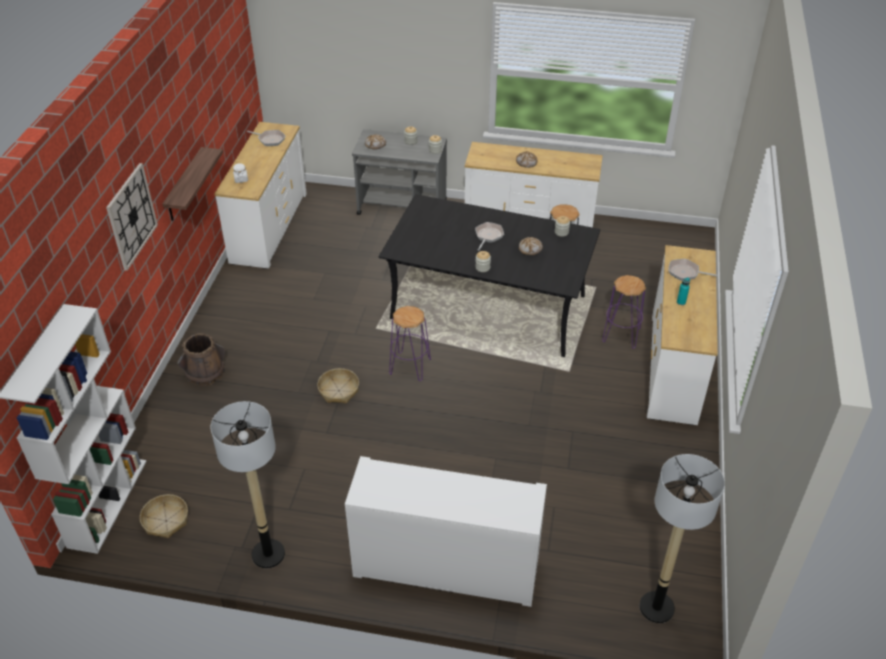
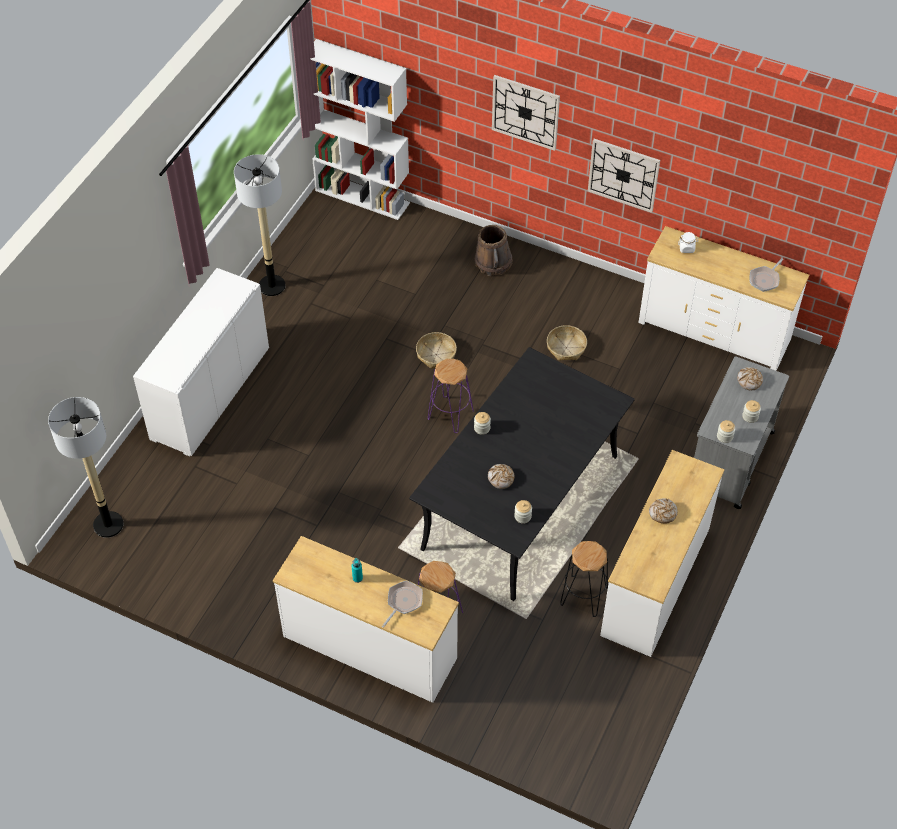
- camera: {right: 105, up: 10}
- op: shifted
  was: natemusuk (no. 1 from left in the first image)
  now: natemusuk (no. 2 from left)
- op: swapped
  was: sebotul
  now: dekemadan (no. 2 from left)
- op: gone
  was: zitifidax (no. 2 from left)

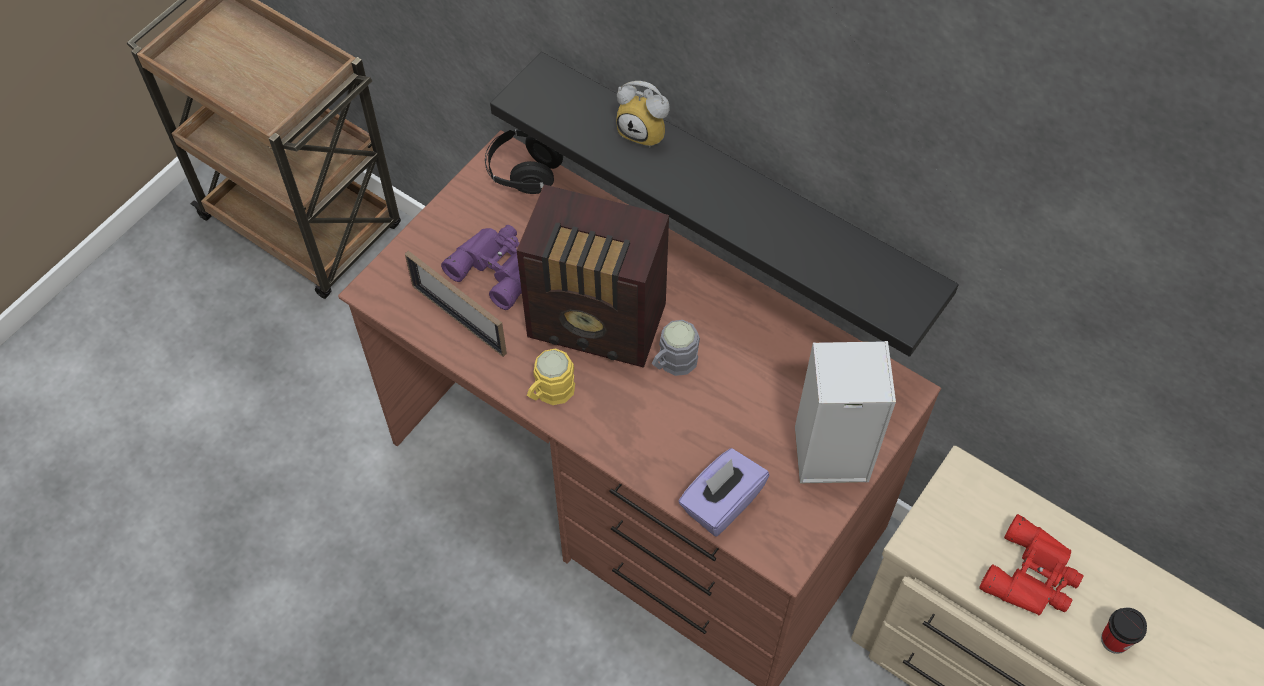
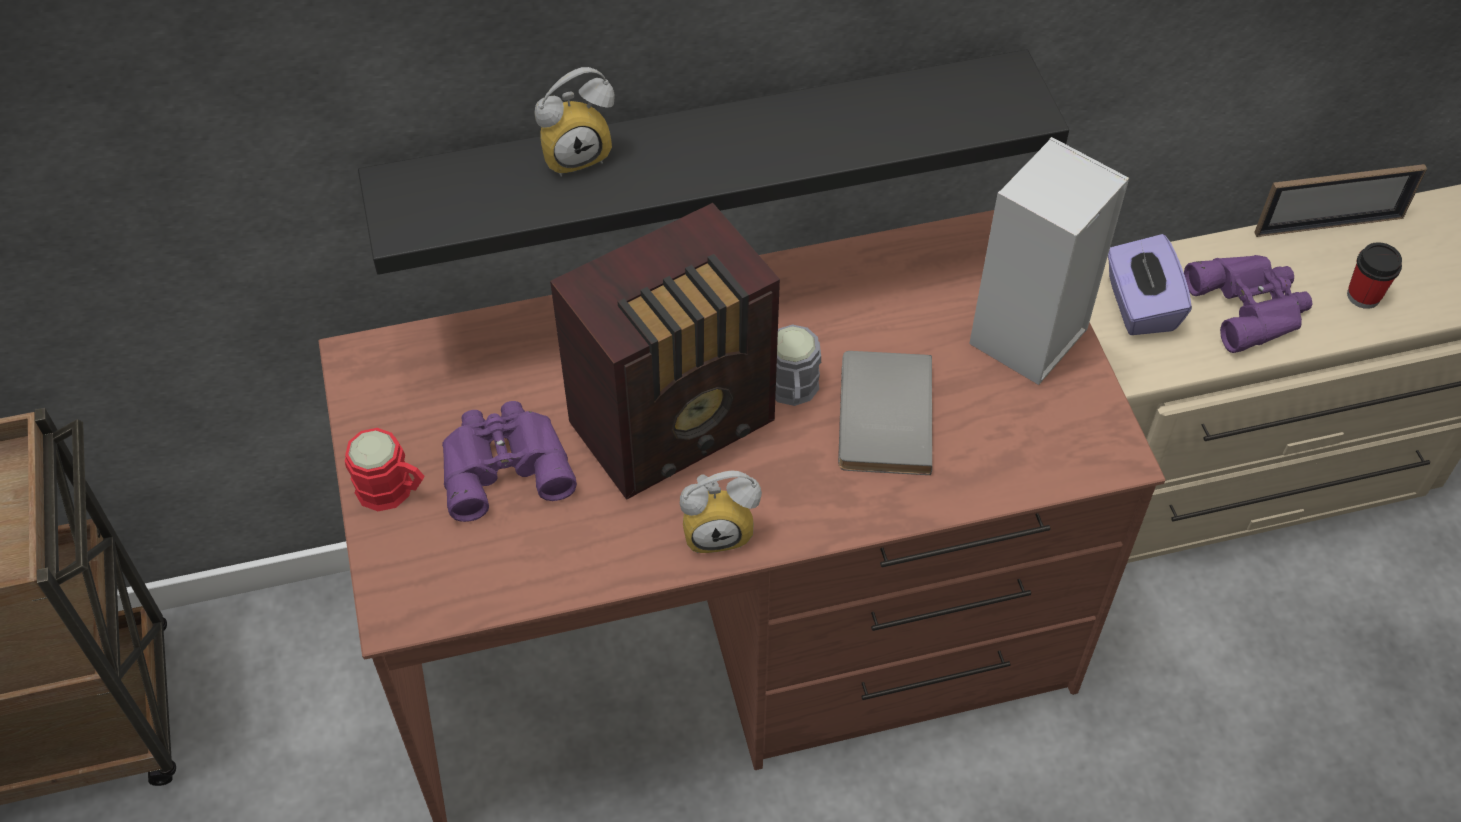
- camera: {right: -50, up: -5}
- op: new
  now: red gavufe
- op: swapped
  was: yellow gavufe
  now: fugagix (no. 2 from left)
- op: new
  now: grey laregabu
- op: shifted
  was: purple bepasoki
- op: repainted
  was: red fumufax
  now: purple fumufax (no. 2 from left)
- op: shifted
  was: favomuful
- op: gone
  was: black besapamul

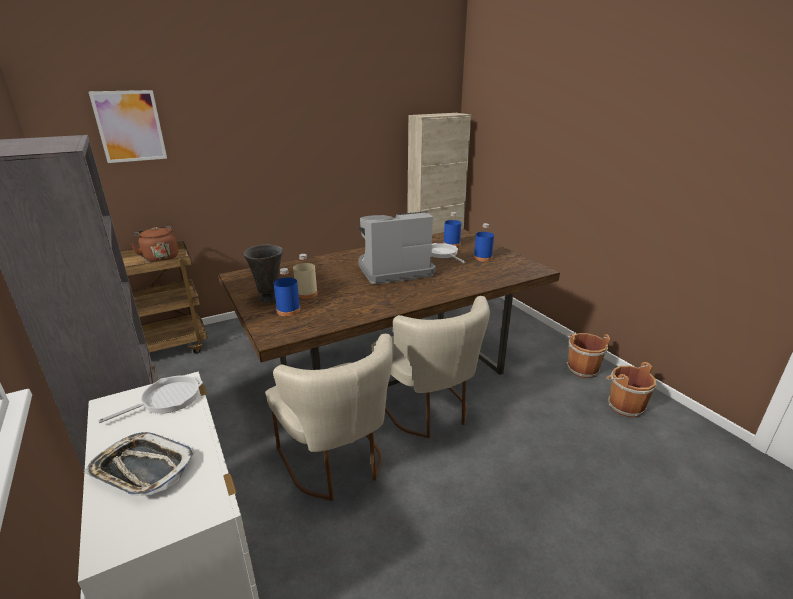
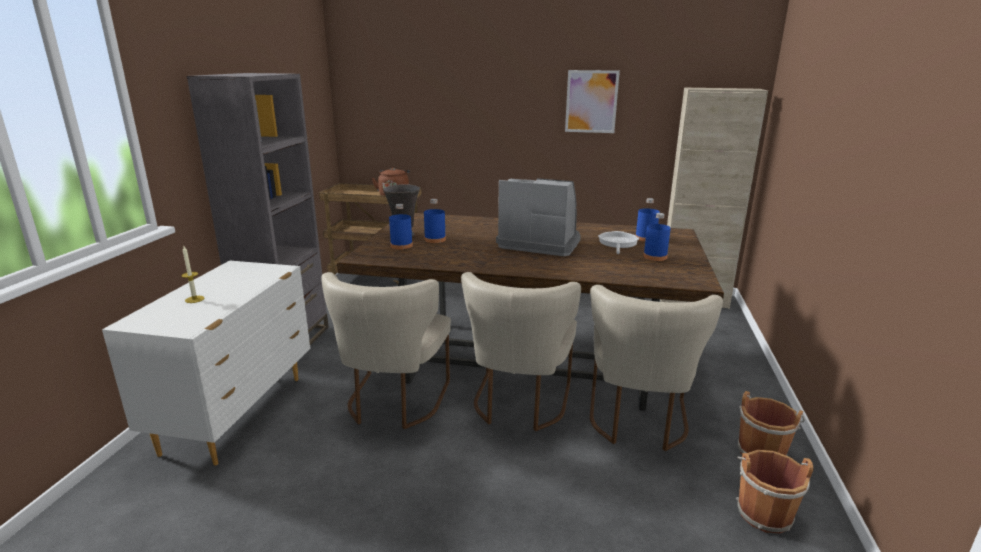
- camera: {right: 40, up: -5}
- op: swapped
  was: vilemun
  now: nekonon
- op: repainted
  was: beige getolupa
  now: blue getolupa (no. 2 from left)
- op: shifted
  was: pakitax
- op: new
  now: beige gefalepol (no. 3 from left)
- op: gone
  was: zitifidax (no. 1 from left)

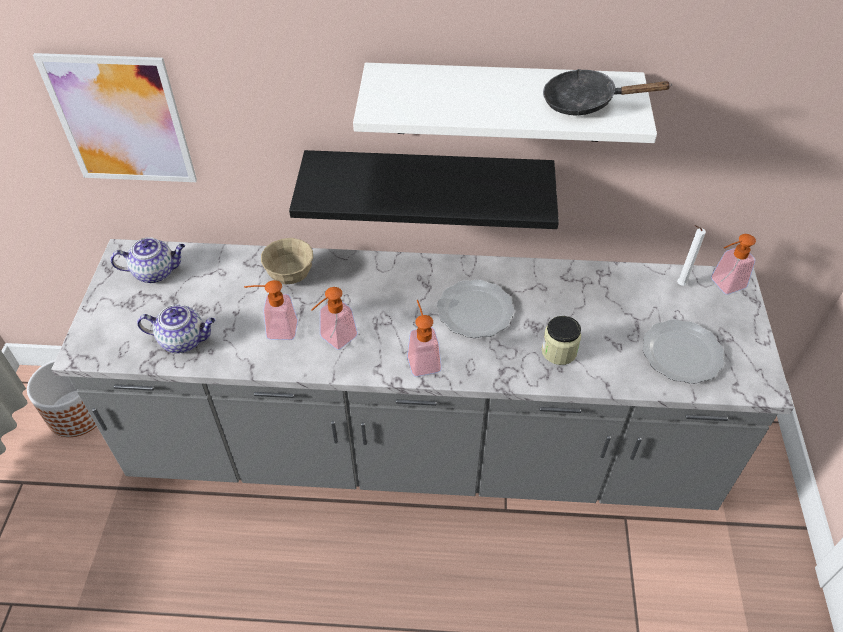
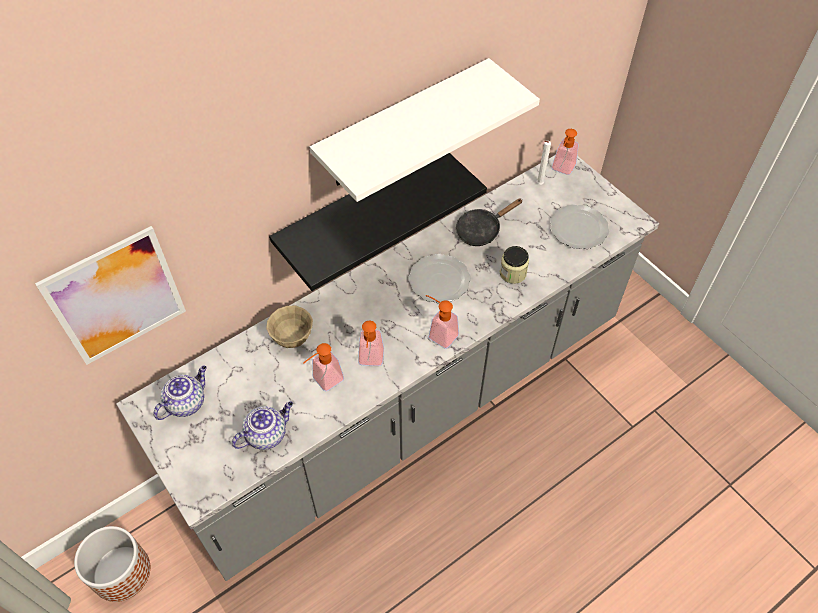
- camera: {right: -40, up: 5}
- op: shifted
  was: black zitifidax

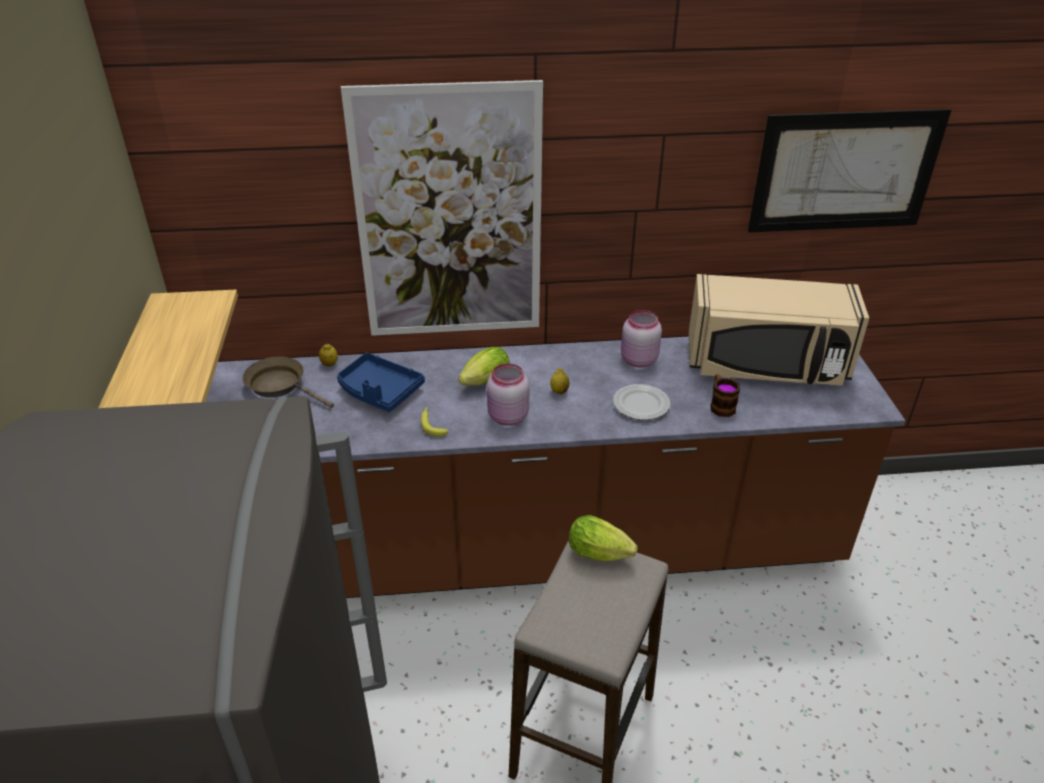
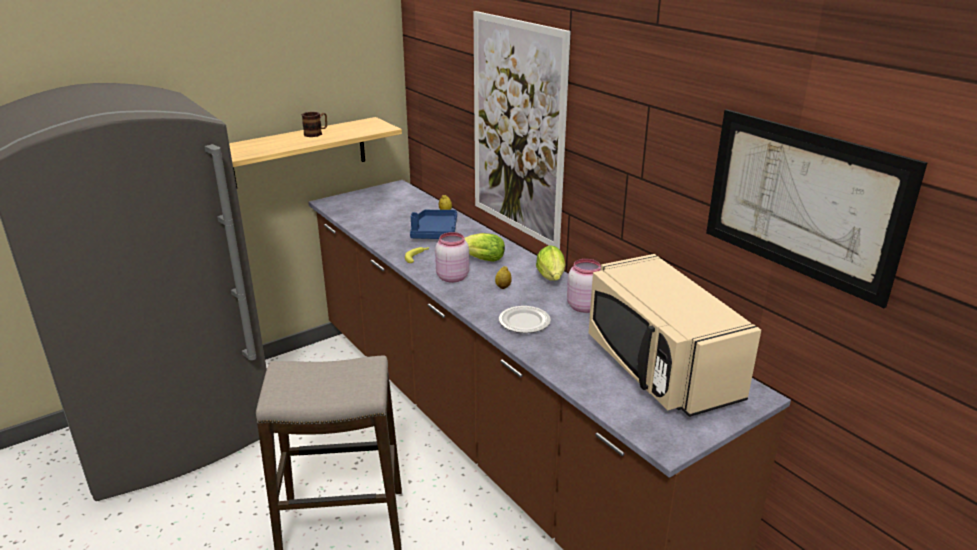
- camera: {right: 60, up: -10}
- op: shifted
  was: gavufe
- op: shifted
  was: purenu (no. 2 from left)
- op: gone
  was: brown zitifidax

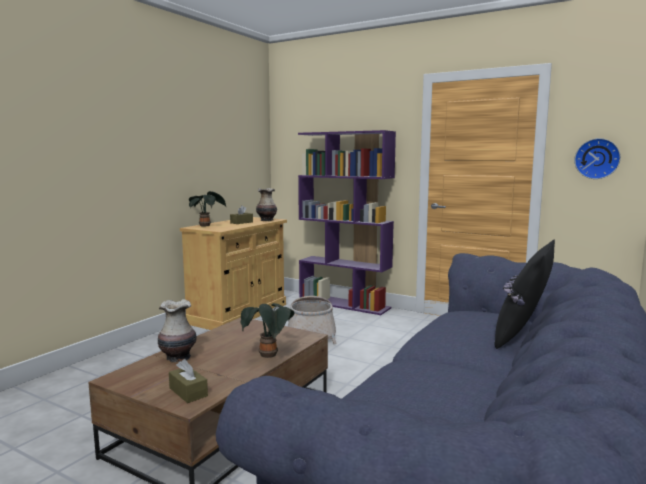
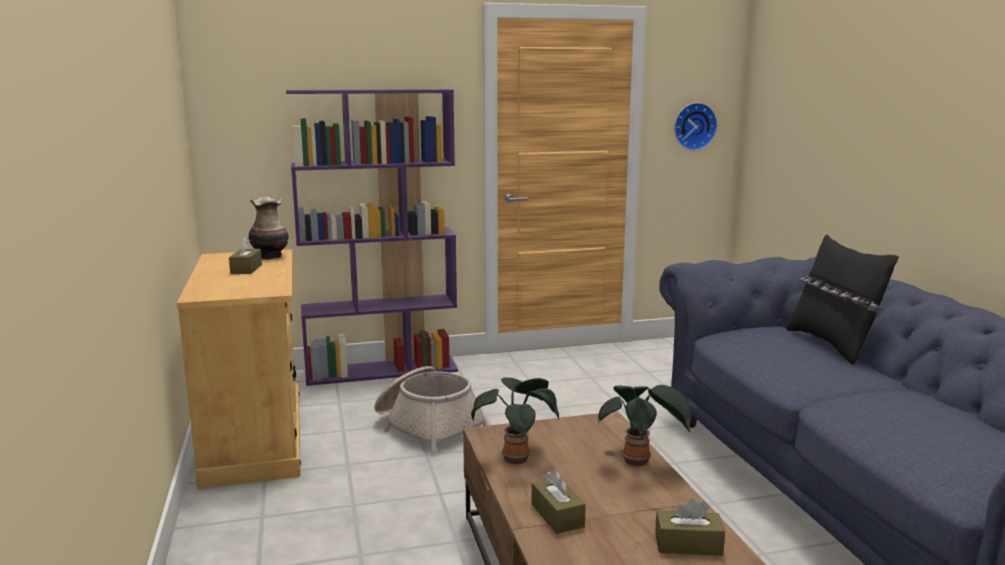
- camera: {right: -45, up: 5}
- op: shifted
  was: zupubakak (no. 1 from left)
- op: swapped
  was: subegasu (no. 1 from left)
  now: brown bepasoki (no. 2 from left)

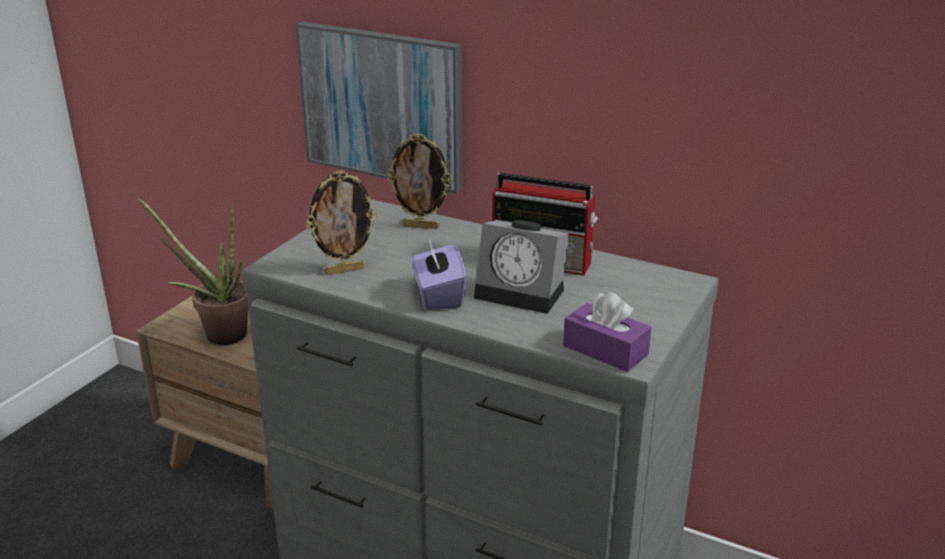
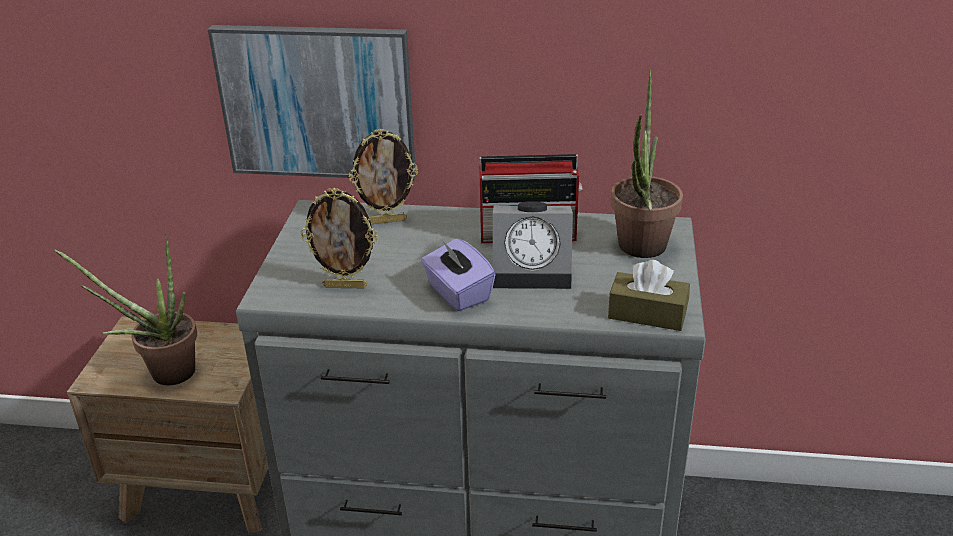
- camera: {right: -20, up: 5}
- op: rotated
  was: favomuful (no. 1 from left)
  clockwise: 45
- op: repainted
  was: purple bepasoki (no. 2 from left)
  now: brown bepasoki
- op: new
  now: zupubakak (no. 2 from left)

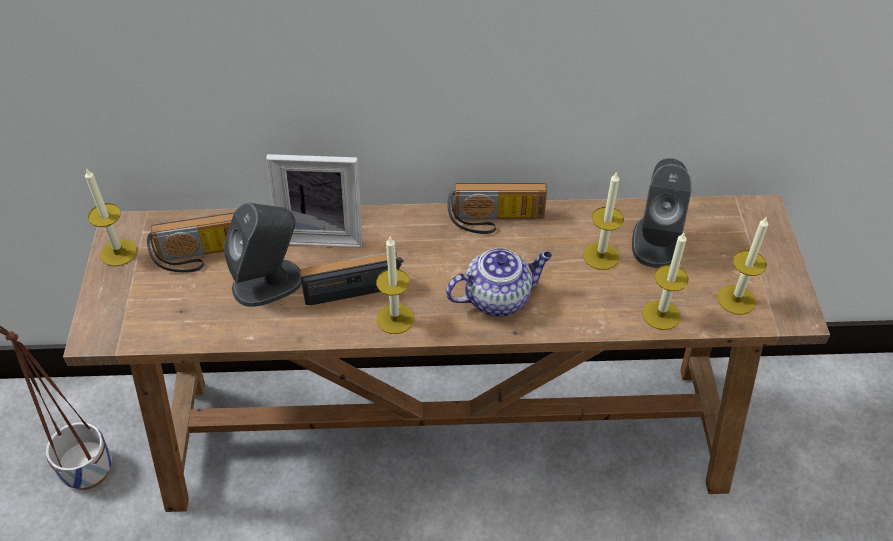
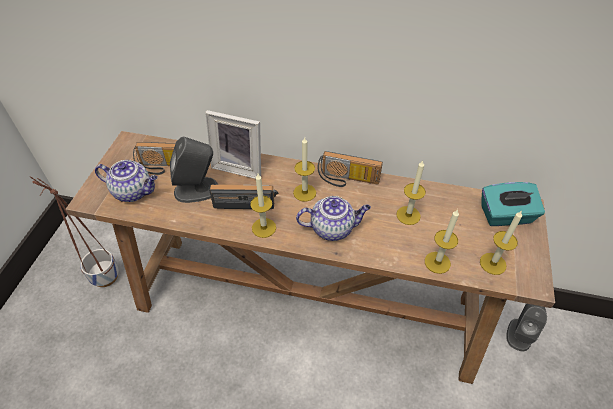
- camera: {right: 15, up: 0}
- op: new
  now: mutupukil (no. 1 from left)
- op: shifted
  was: nekonon (no. 1 from left in the first image)
  now: nekonon (no. 2 from left)
- op: new
  now: turquoise bepasoki
- op: shifted
  was: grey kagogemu (no. 2 from left)

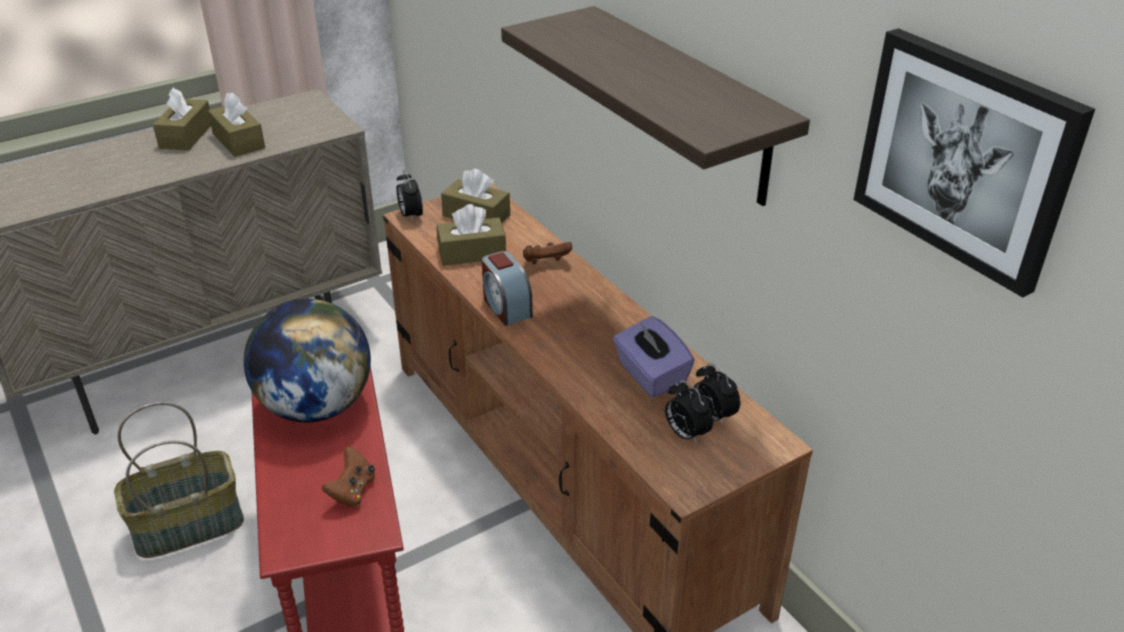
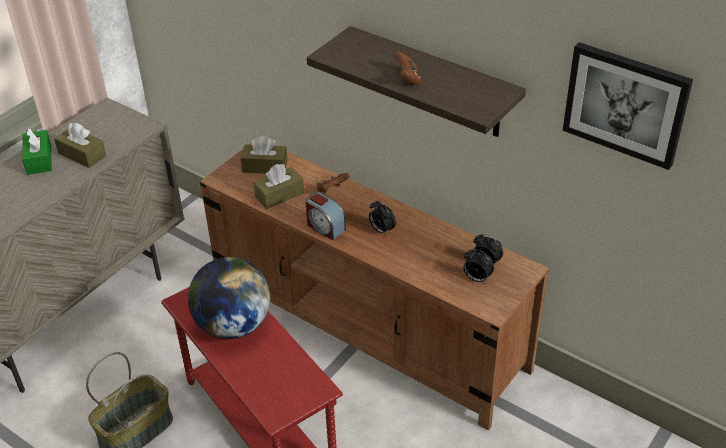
- camera: {right: -20, up: 5}
- op: repainted
  was: brown bepasoki (no. 1 from left)
  now: green bepasoki
- op: shifted
  was: fugagix (no. 1 from left in the first image)
  now: fugagix (no. 2 from left)
- op: shifted
  was: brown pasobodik (no. 1 from left in the first image)
  now: brown pasobodik (no. 2 from left)
- op: gone
  was: purple bepasoki

